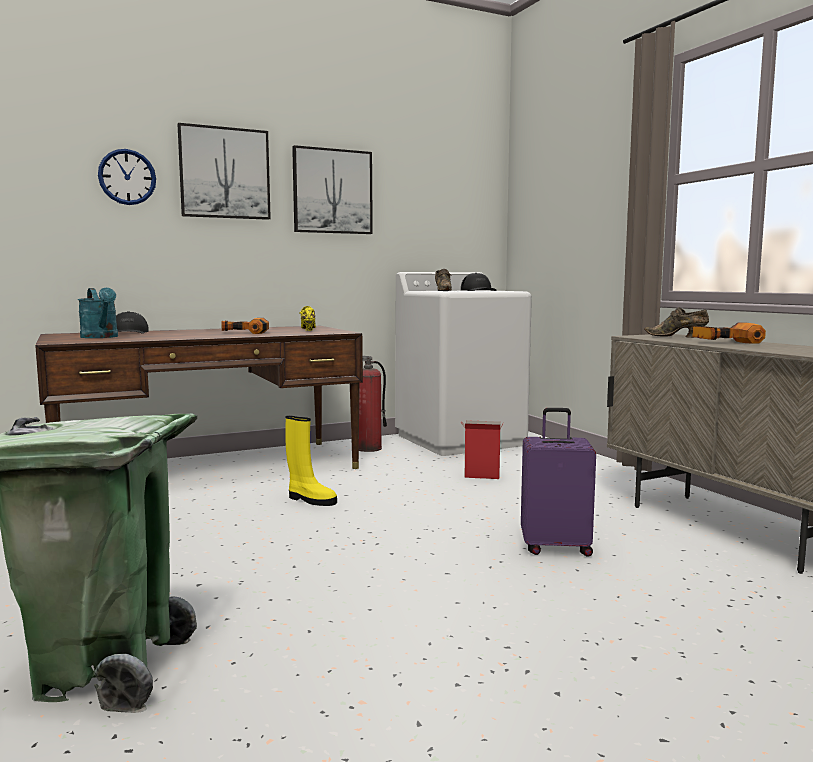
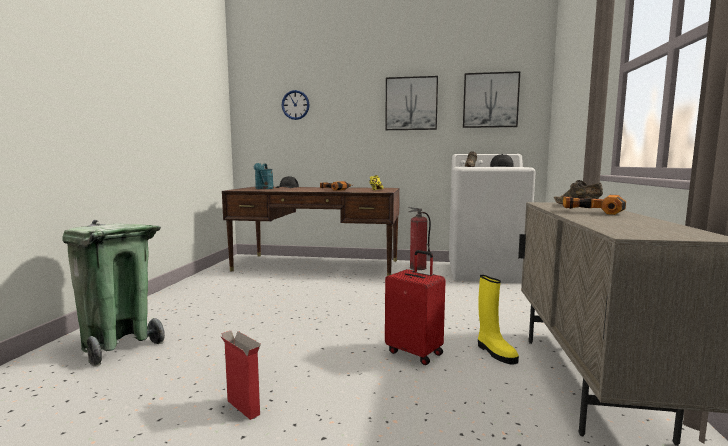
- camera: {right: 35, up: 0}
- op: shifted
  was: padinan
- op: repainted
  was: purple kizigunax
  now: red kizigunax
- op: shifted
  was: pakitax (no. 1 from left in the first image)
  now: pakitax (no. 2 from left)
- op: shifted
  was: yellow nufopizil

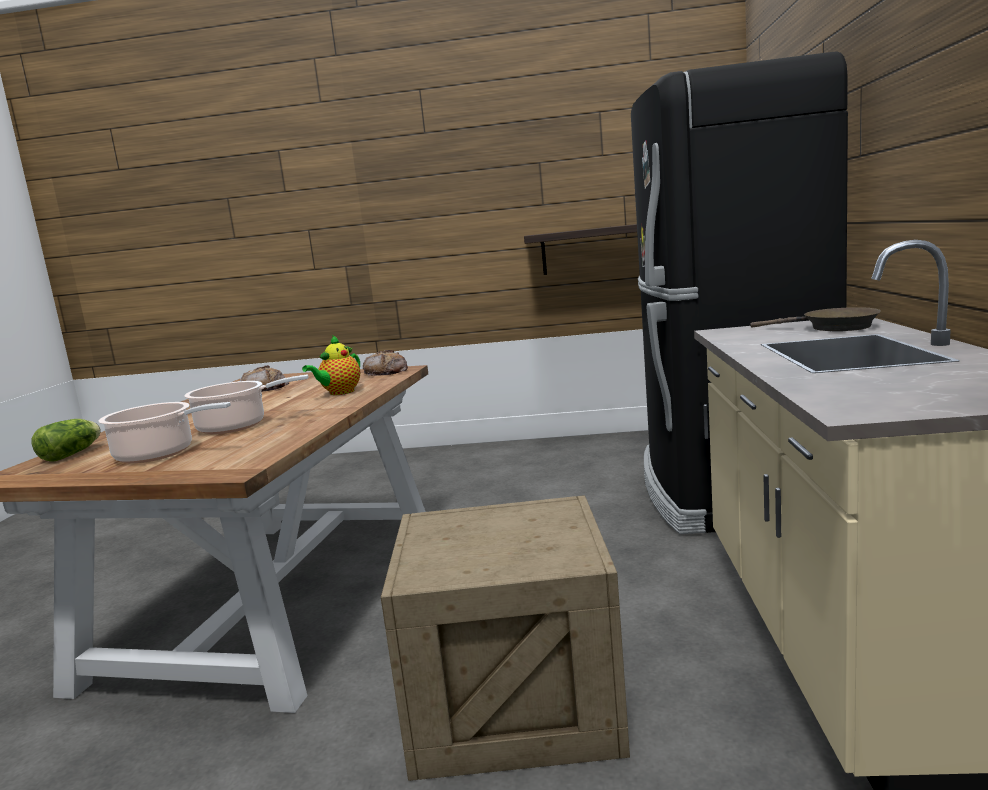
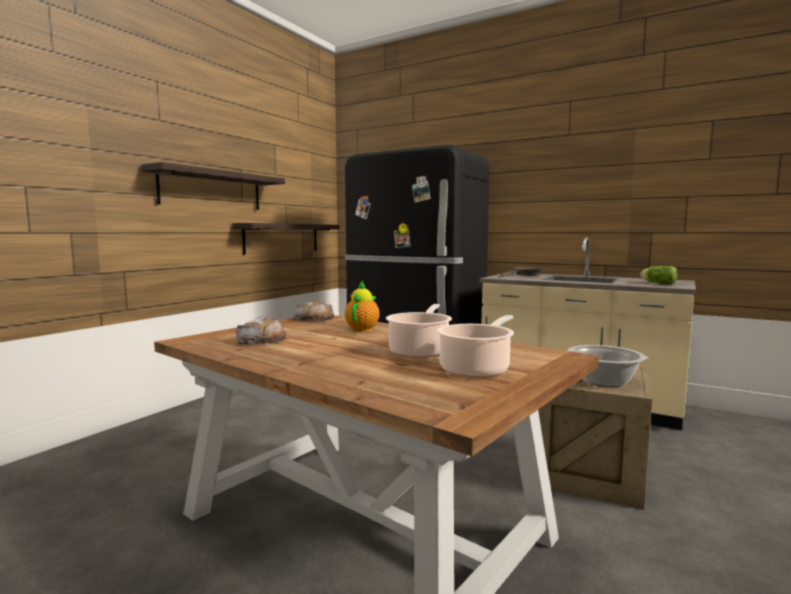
- camera: {right: -65, up: -5}
- op: new
  now: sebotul (no. 1 from left)
- op: rotated
  was: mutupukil
  clockwise: -135
- op: new
  now: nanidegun (no. 3 from left)
- op: shifted
  was: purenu

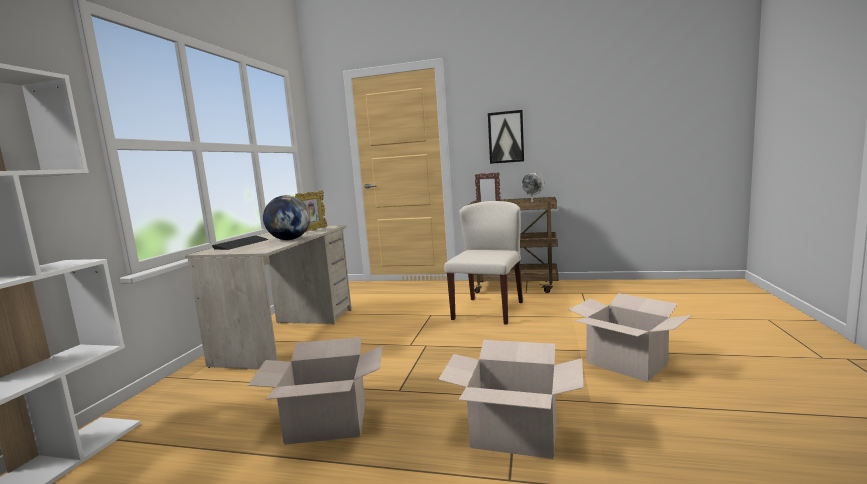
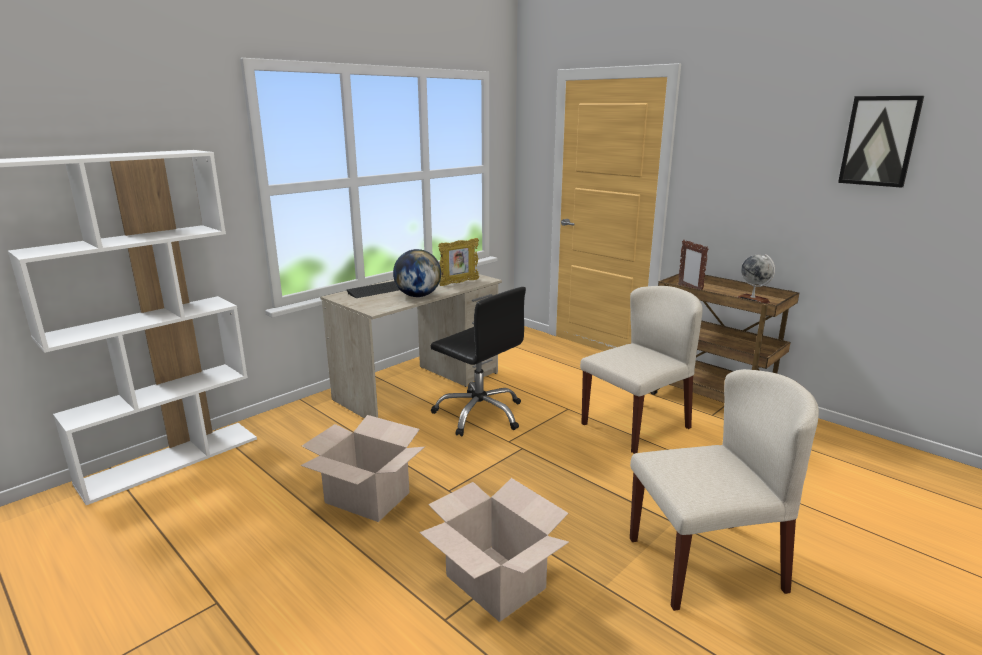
- camera: {right: 30, up: 10}
- op: new
  now: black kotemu
- op: swapped
  was: padinan (no. 3 from left)
  now: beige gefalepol (no. 2 from left)
- op: shifted
  was: pakitax

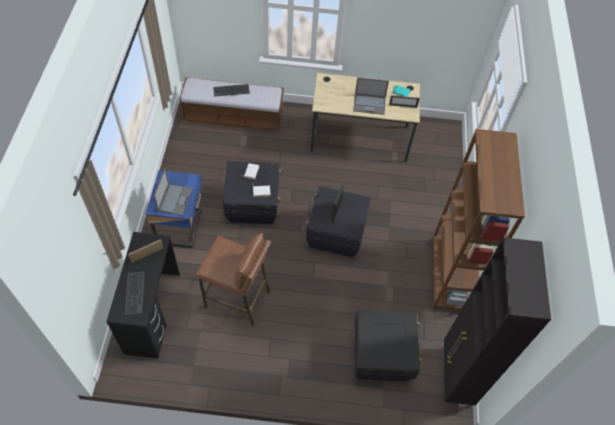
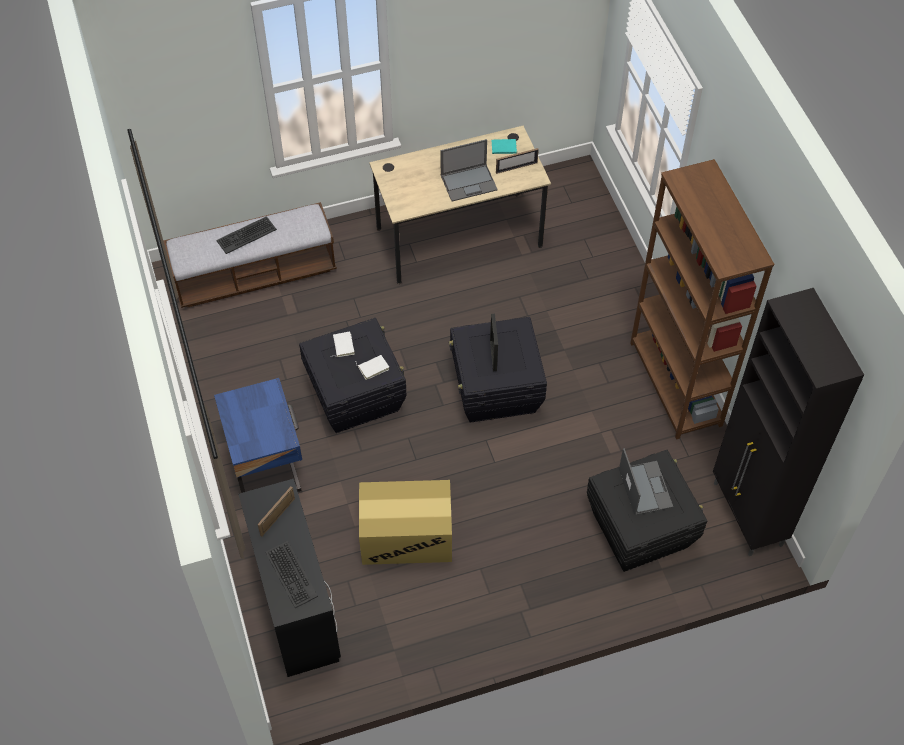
- camera: {right: -20, up: 0}
- op: swapped
  was: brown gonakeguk
  now: padinan
- op: shifted
  was: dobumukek (no. 1 from left in the first image)
  now: dobumukek (no. 2 from left)

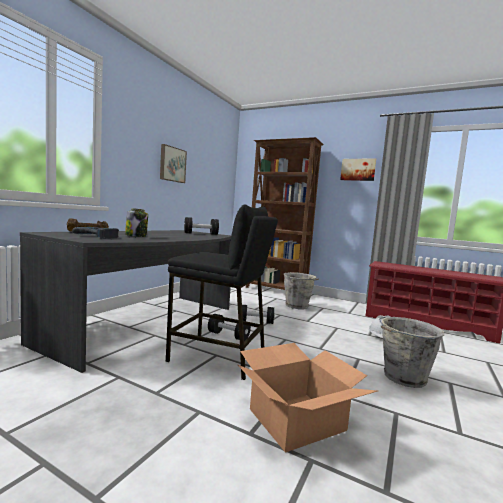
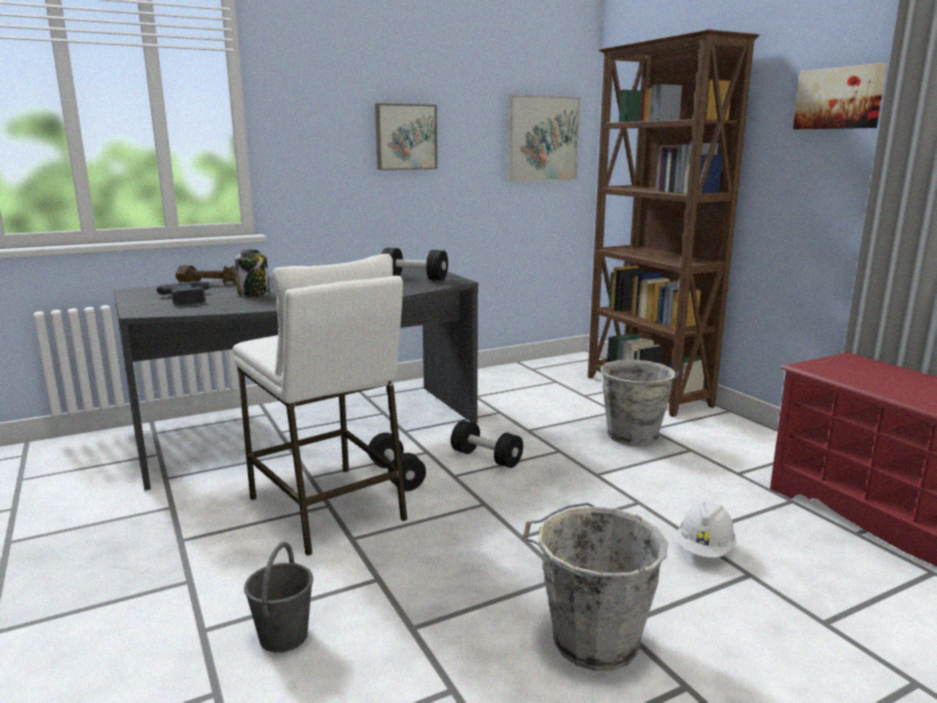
- camera: {right: 35, up: 10}
- op: repainted
  was: black gonakeguk
  now: white gonakeguk
- op: swapped
  was: padinan
  now: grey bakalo (no. 1 from left)
- op: new
  now: pakitax (no. 2 from left)

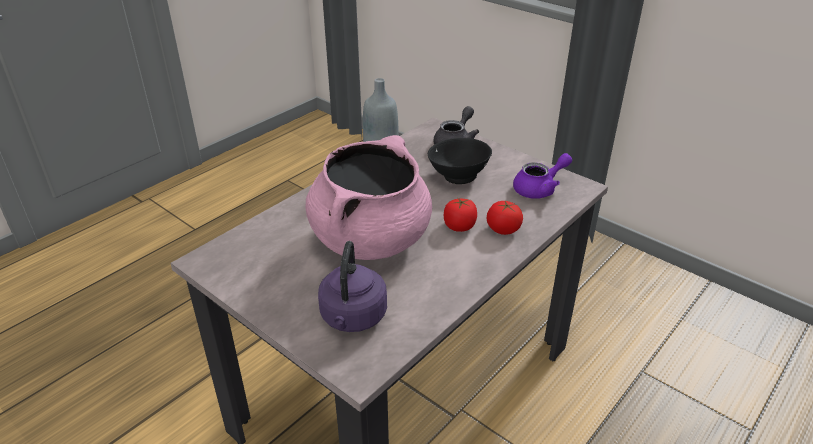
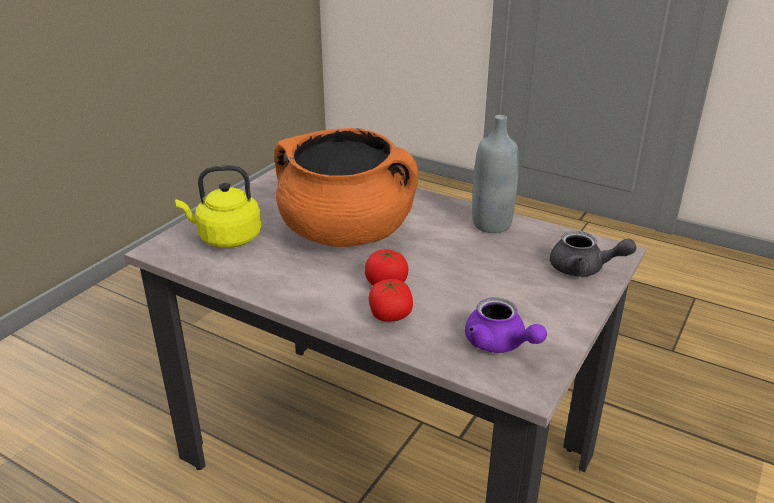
- camera: {right: 80, up: -5}
- op: repainted
  was: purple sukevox
  now: yellow sukevox
- op: repainted
  was: pink nanidegun
  now: orange nanidegun
- op: gone
  was: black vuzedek

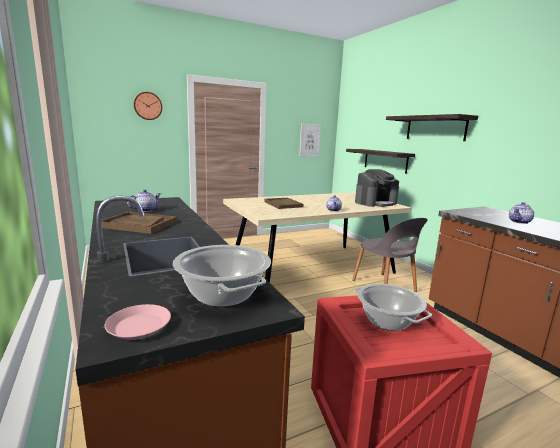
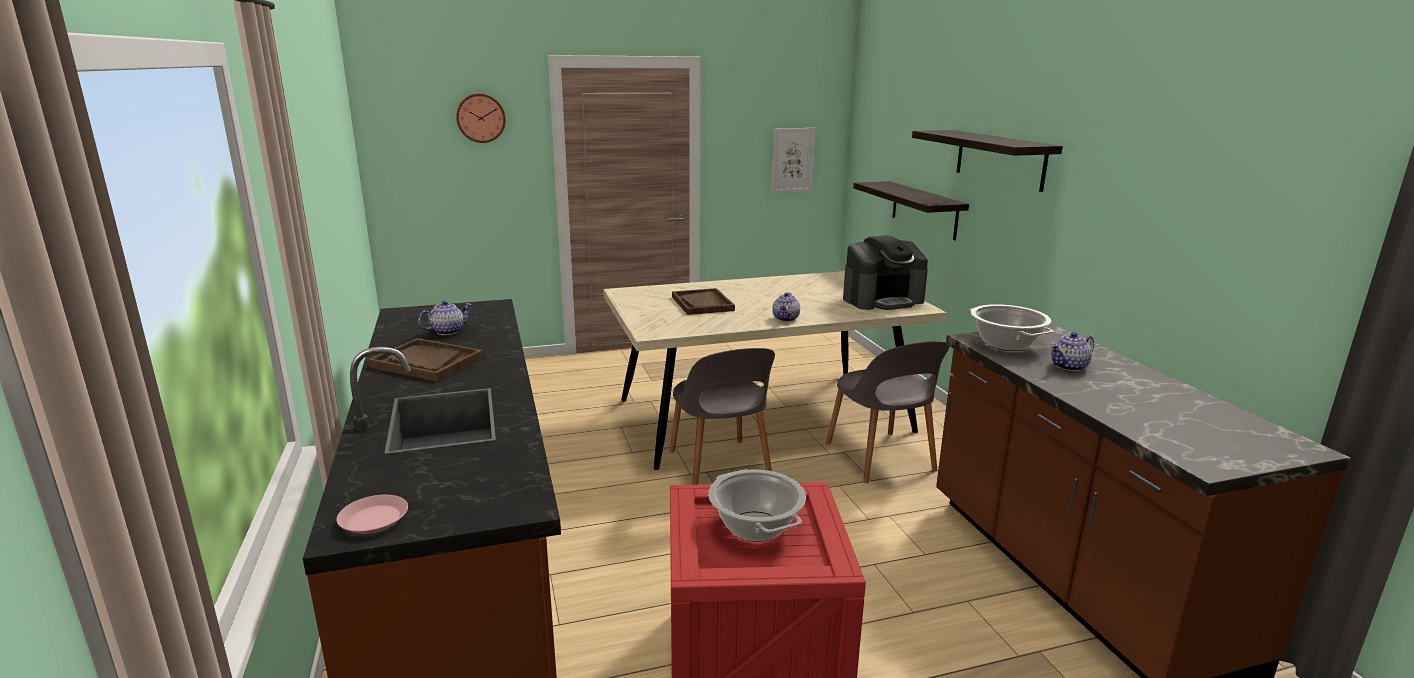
- camera: {right: 10, up: 5}
- op: new
  now: grey gefalepol (no. 1 from left)
- op: shifted
  was: nanidegun (no. 1 from left in the first image)
  now: nanidegun (no. 2 from left)

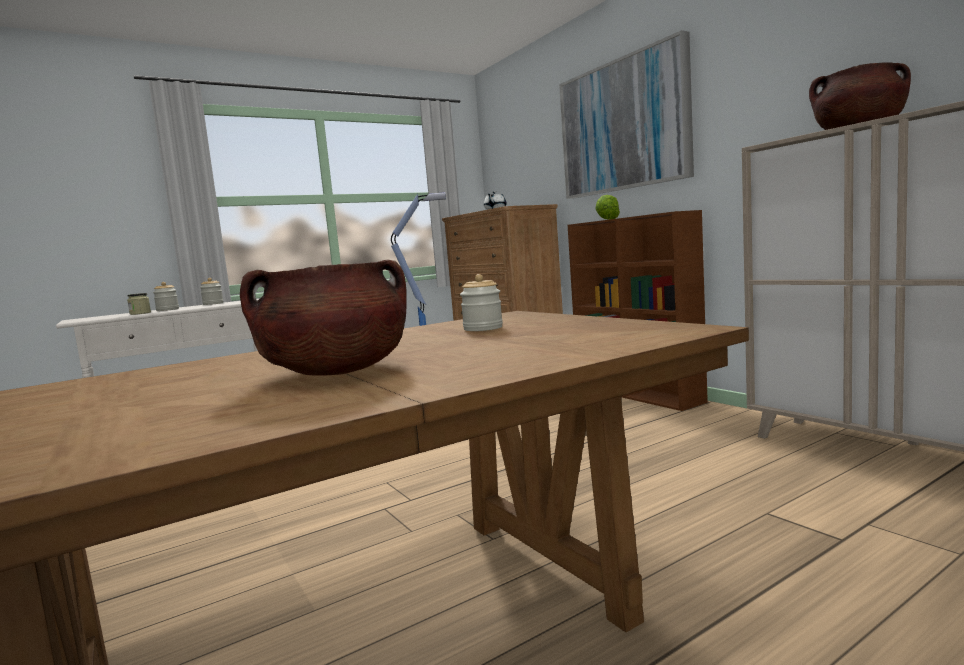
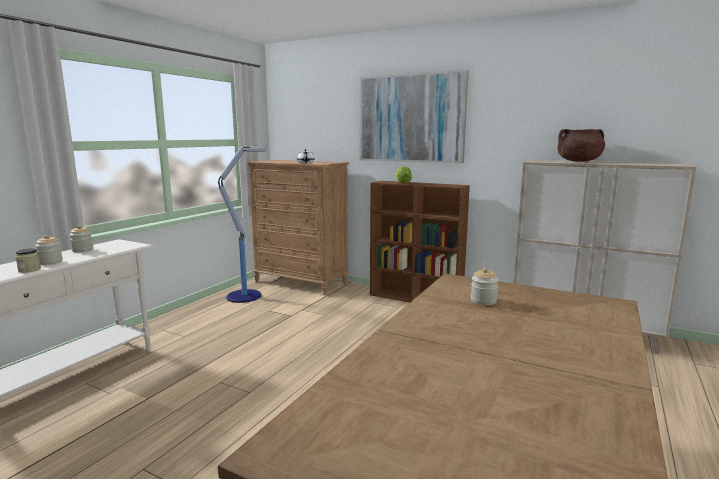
- camera: {right: -30, up: 5}
- op: gone
  was: brown nanidegun (no. 1 from left)

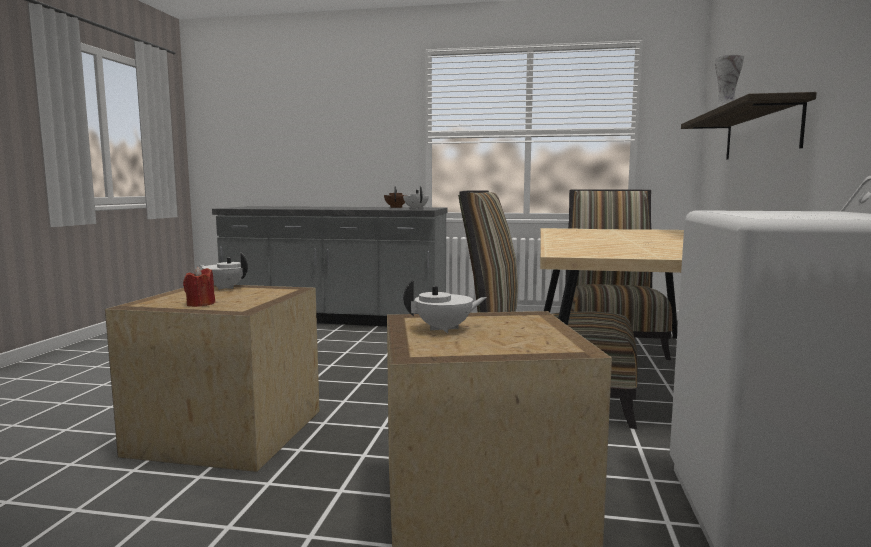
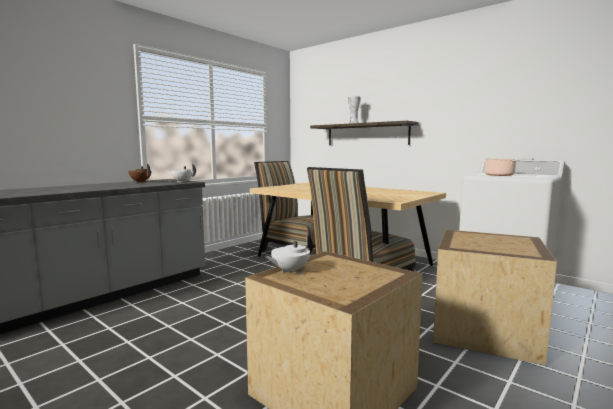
- camera: {right: -60, up: 0}
- op: new
  now: nanidegun
- op: gone
  was: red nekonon
- op: gone
  was: white mutupukil (no. 3 from left)

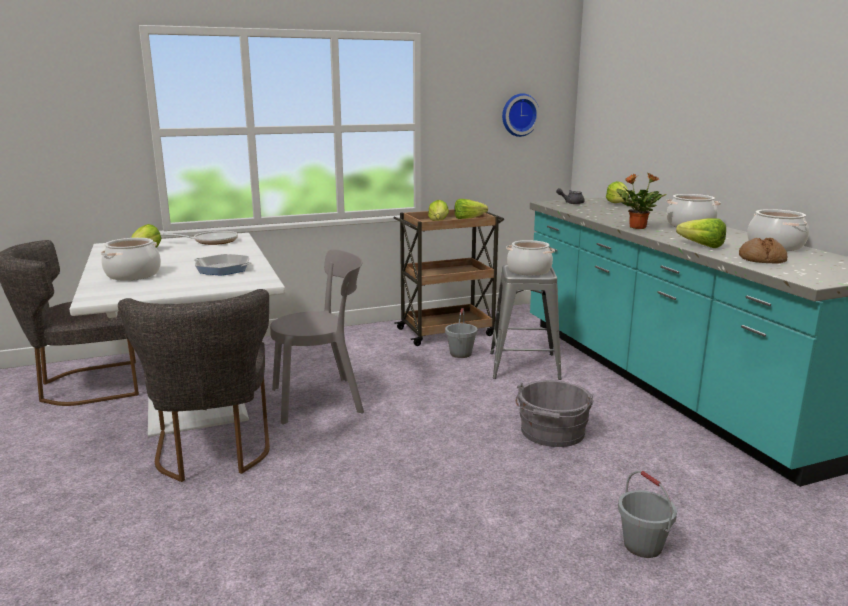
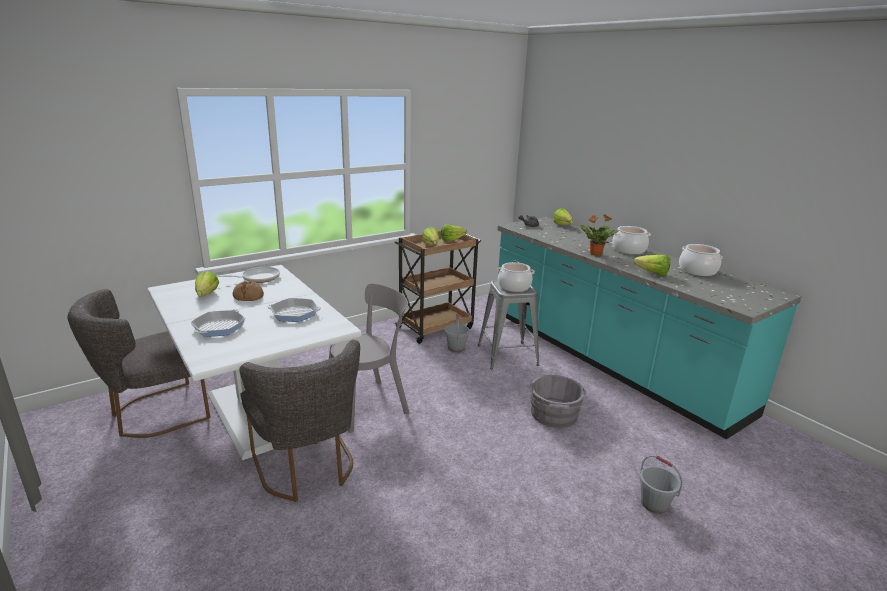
- camera: {right: -15, up: 5}
- op: swapped
  was: nanidegun (no. 1 from left)
  now: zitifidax (no. 1 from left)
- op: shifted
  was: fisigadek
- op: gone
  was: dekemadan

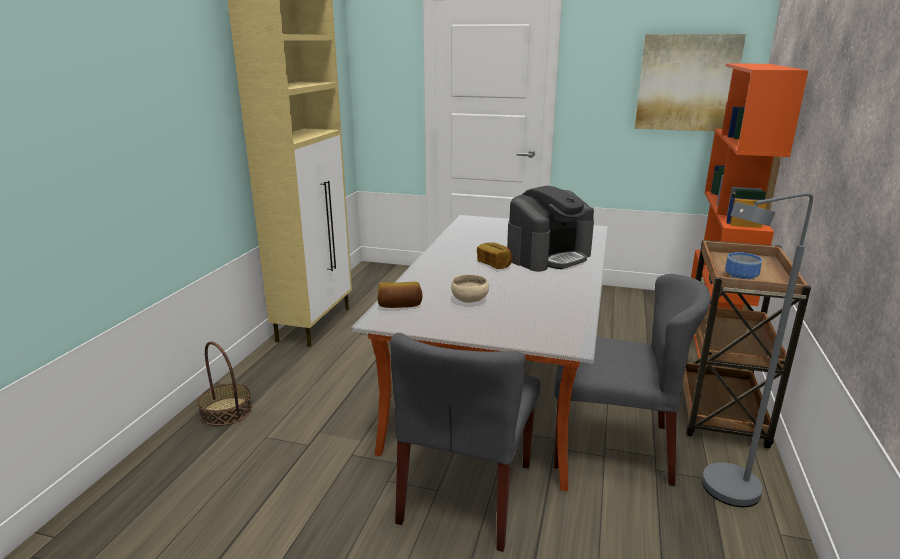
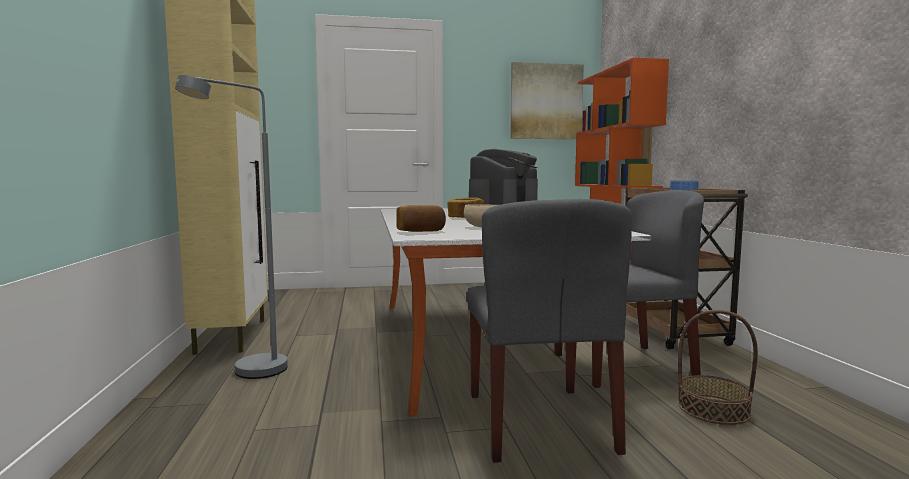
- camera: {right: -25, up: -15}
- op: shifted
  was: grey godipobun
- op: shifted
  was: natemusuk

